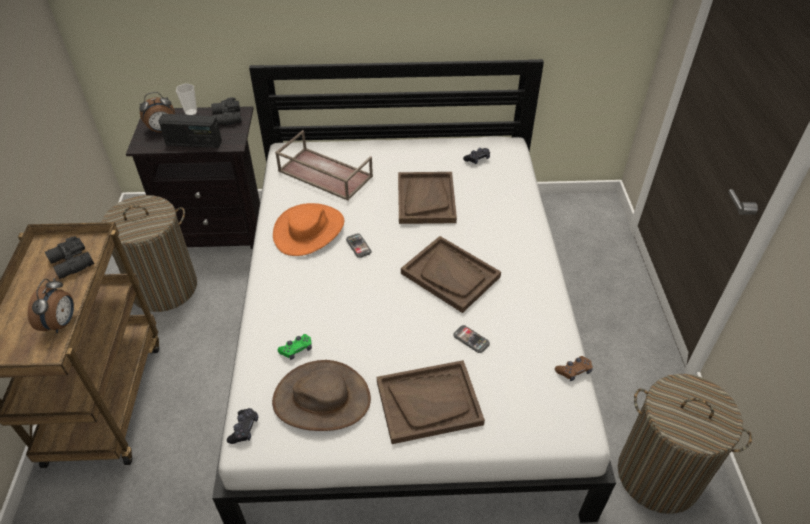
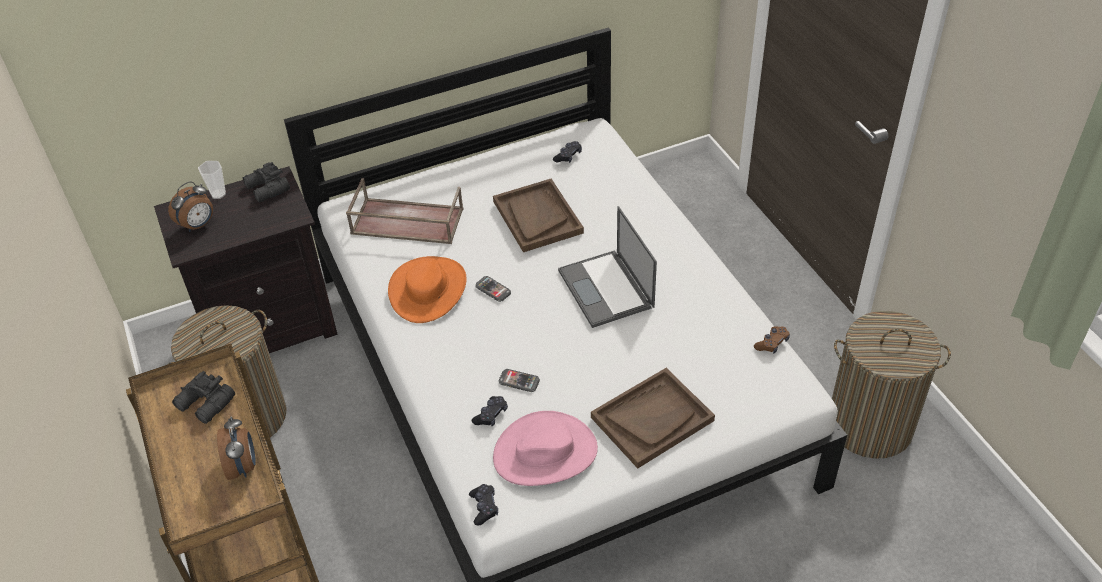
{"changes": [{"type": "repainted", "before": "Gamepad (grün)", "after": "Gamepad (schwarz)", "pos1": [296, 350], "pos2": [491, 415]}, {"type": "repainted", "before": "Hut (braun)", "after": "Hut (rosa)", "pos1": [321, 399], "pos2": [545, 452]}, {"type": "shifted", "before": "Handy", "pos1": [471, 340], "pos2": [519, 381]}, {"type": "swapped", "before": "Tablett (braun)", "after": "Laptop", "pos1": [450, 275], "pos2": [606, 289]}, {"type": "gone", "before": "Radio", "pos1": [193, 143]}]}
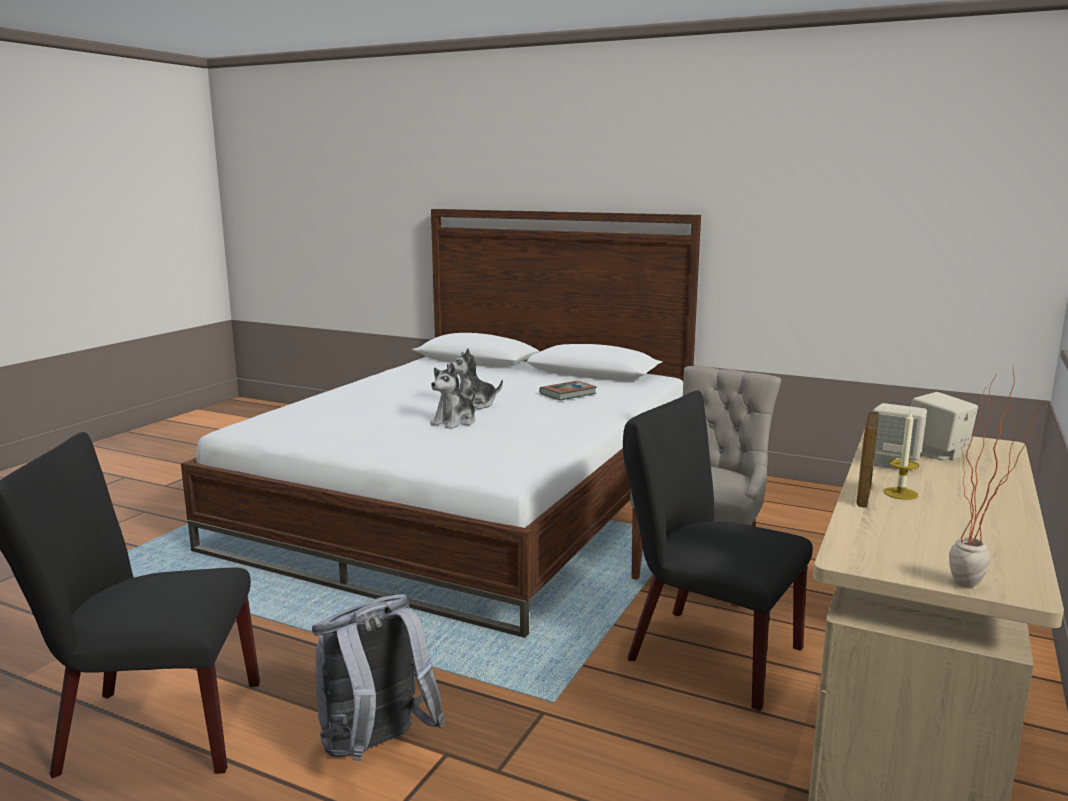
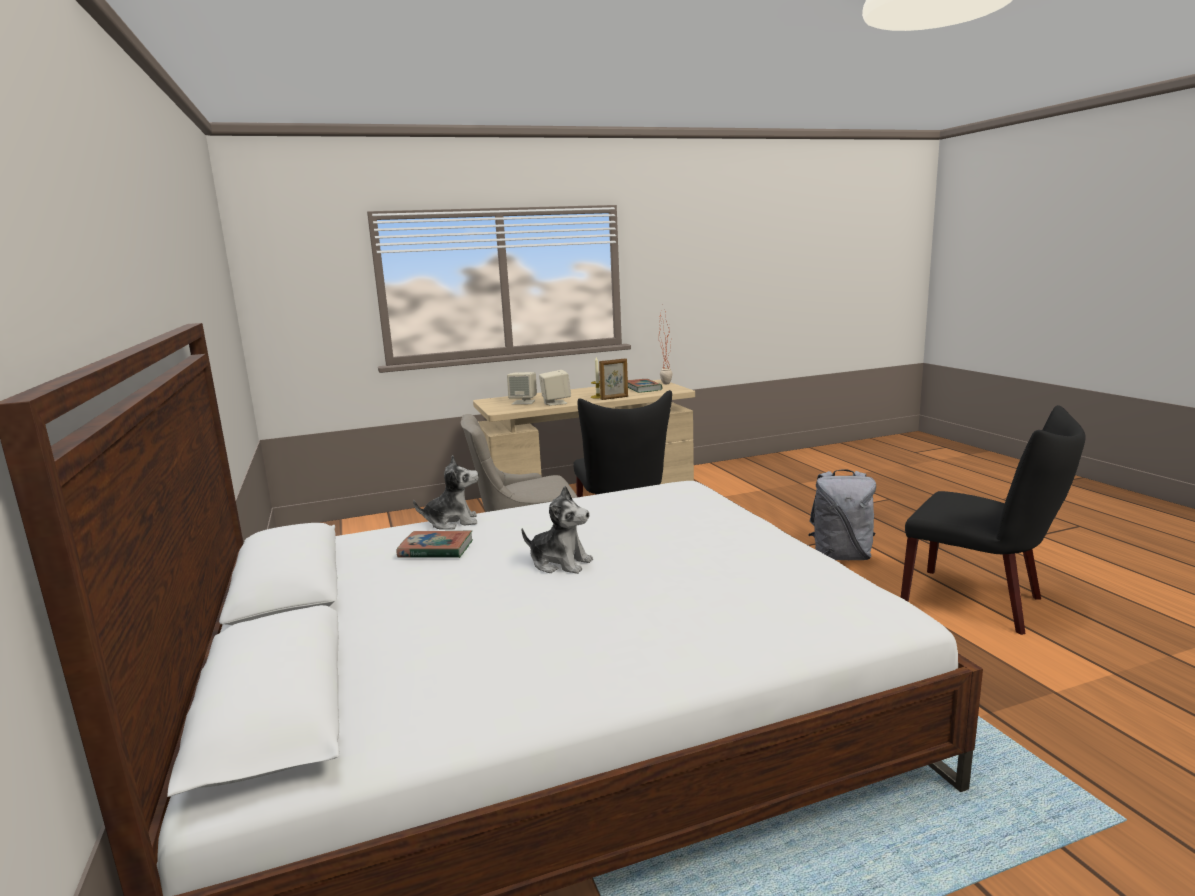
{"changes": [{"type": "shifted", "before": "Plüschtier", "pos1": [455, 422], "pos2": [452, 522]}, {"type": "new", "after": "Buch", "pos2": [643, 388]}]}
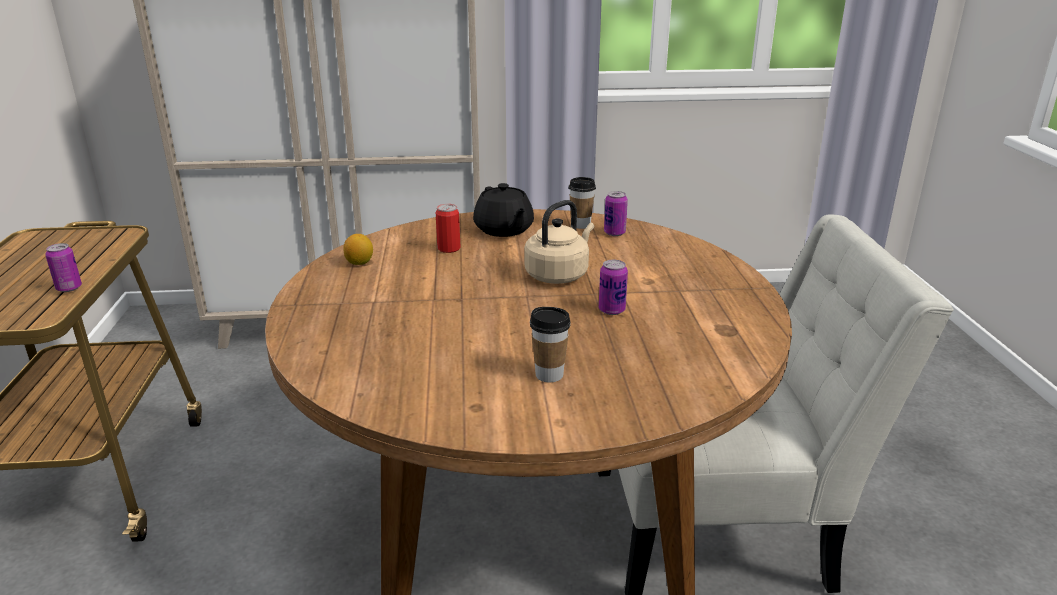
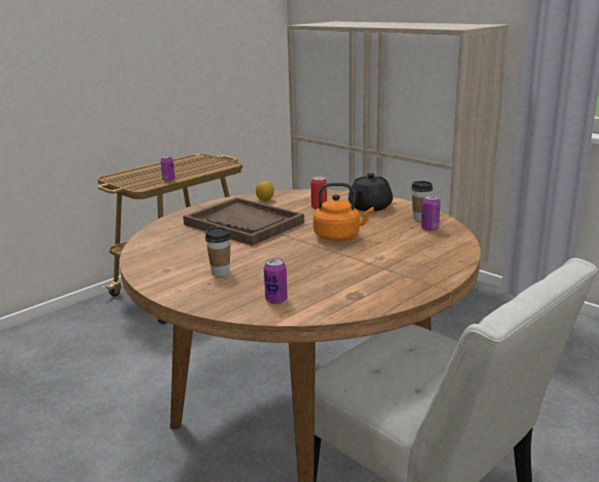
{"changes": [{"type": "new", "after": "Tablett (braun)", "pos2": [244, 224]}, {"type": "shifted", "before": "Dose", "pos1": [611, 310], "pos2": [276, 300]}, {"type": "repainted", "before": "Wasserkessel (beige)", "after": "Wasserkessel (orange)", "pos1": [559, 275], "pos2": [339, 236]}]}
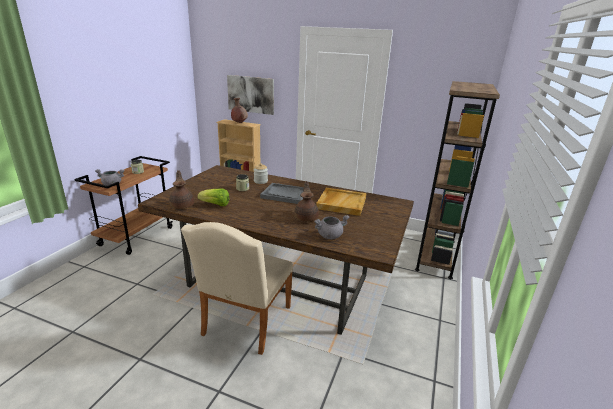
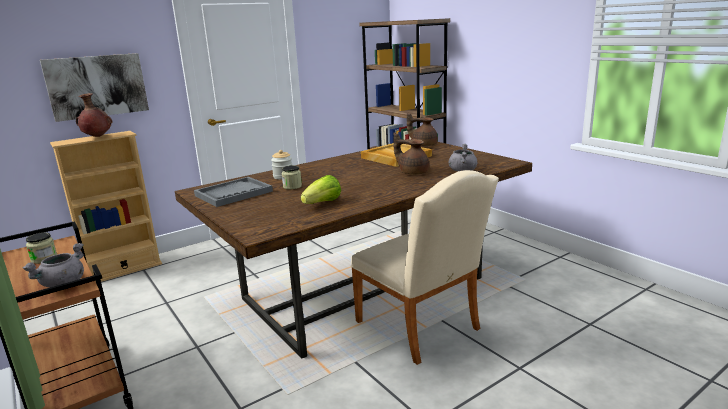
{"changes": [{"type": "shifted", "before": "Tablett (grau)", "pos1": [285, 195], "pos2": [233, 193]}, {"type": "shifted", "before": "Teekanne (braun)", "pos1": [182, 205], "pos2": [423, 145]}]}
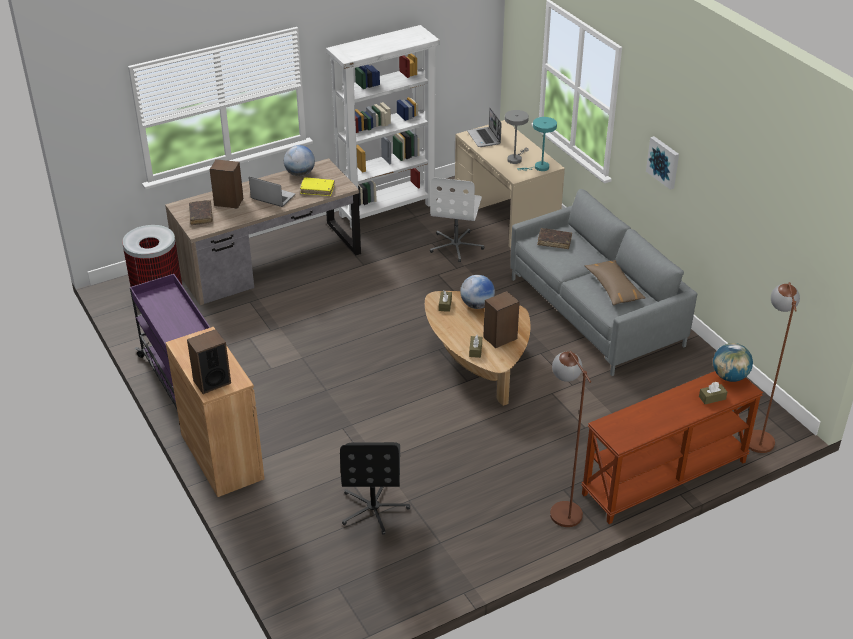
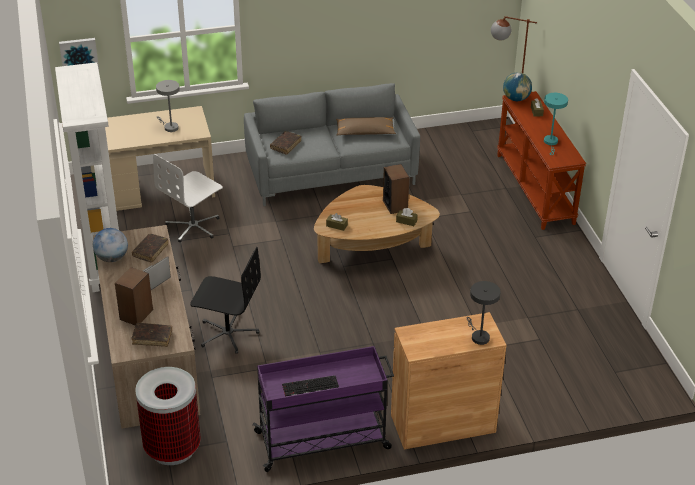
{"changes": [{"type": "shifted", "before": "Bild", "pos1": [664, 162], "pos2": [79, 55]}, {"type": "repainted", "before": "Buch (gelb)", "after": "Buch (braun)", "pos1": [317, 190], "pos2": [150, 251]}, {"type": "rotated", "before": "Bürostuhl (weiß)", "pos1": [456, 246], "pos2": [194, 226], "turn": 105}, {"type": "shifted", "before": "Bürostuhl (schwarz)", "pos1": [374, 508], "pos2": [227, 333]}, {"type": "new", "after": "Tastatur", "pos2": [310, 387]}, {"type": "swapped", "before": "Lautsprecher", "after": "Tischlampe (grau)", "pos1": [212, 382], "pos2": [478, 336]}, {"type": "shifted", "before": "Tischlampe (türkis)", "pos1": [539, 168], "pos2": [551, 143]}, {"type": "gone", "before": "Globus", "pos1": [477, 305]}, {"type": "gone", "before": "Laptop", "pos1": [484, 138]}, {"type": "gone", "before": "Stehlampe (braun)", "pos1": [561, 506]}]}
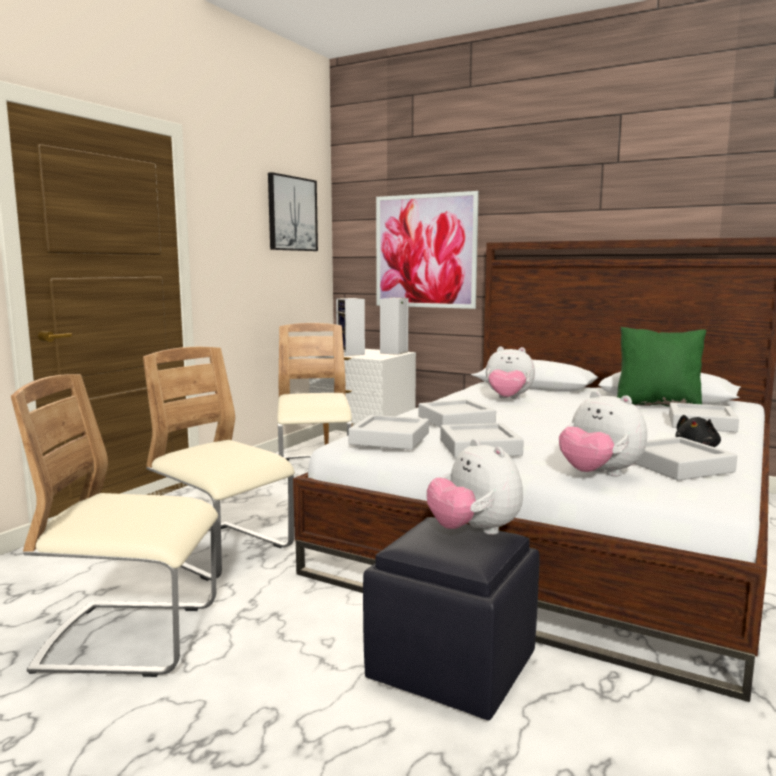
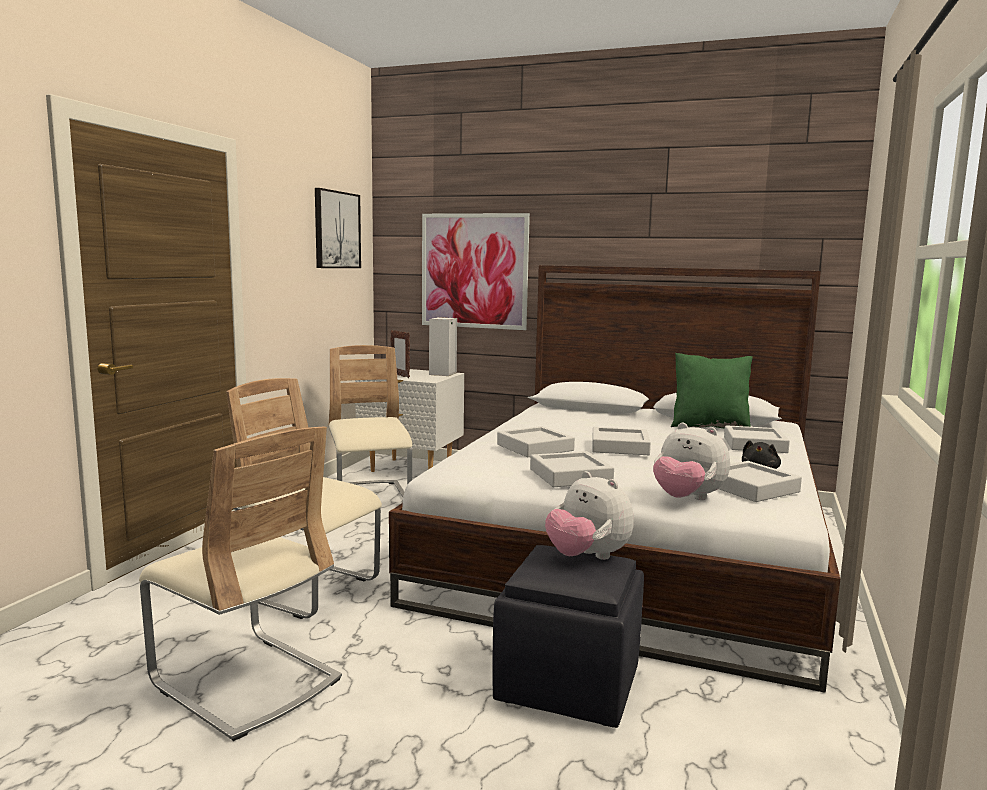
{"changes": [{"type": "rotated", "before": "Stuhl (beige)", "pos1": [131, 638], "pos2": [245, 682], "turn": -135}, {"type": "swapped", "before": "Lautsprecher", "after": "Bilderrahmen", "pos1": [351, 354], "pos2": [400, 376]}, {"type": "shifted", "before": "Tablett (grau)", "pos1": [389, 439], "pos2": [620, 447]}, {"type": "gone", "before": "Plüschtier", "pos1": [508, 399]}]}
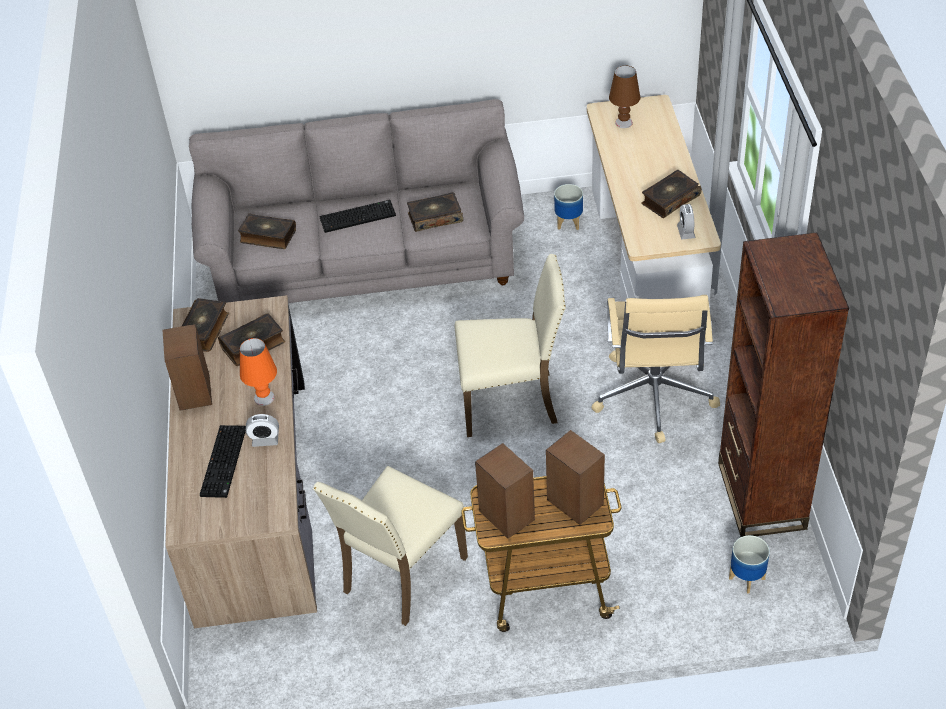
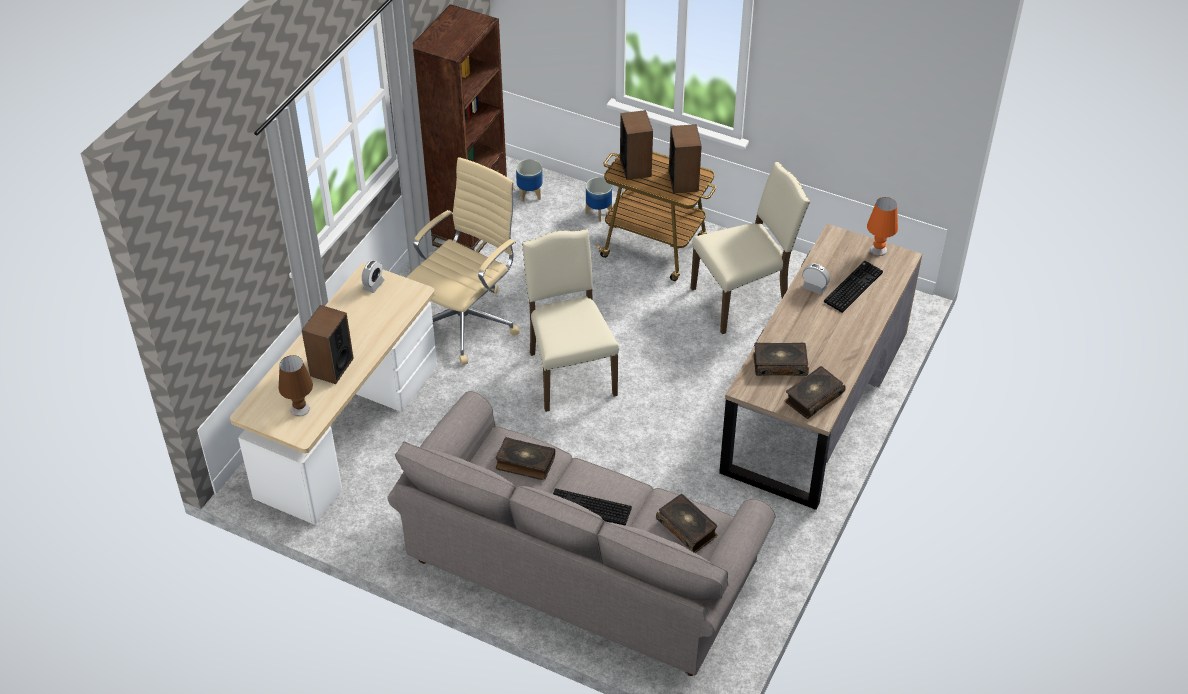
{"changes": [{"type": "shifted", "before": "Lautsprecher", "pos1": [195, 392], "pos2": [331, 367]}, {"type": "rotated", "before": "Stuhl (beige)", "pos1": [511, 401], "pos2": [569, 372], "turn": 45}, {"type": "shifted", "before": "Pflanzkübel", "pos1": [569, 223], "pos2": [598, 212]}, {"type": "shifted", "before": "Tischlampe (orange)", "pos1": [264, 398], "pos2": [878, 249]}, {"type": "gone", "before": "Buch", "pos1": [670, 199]}]}
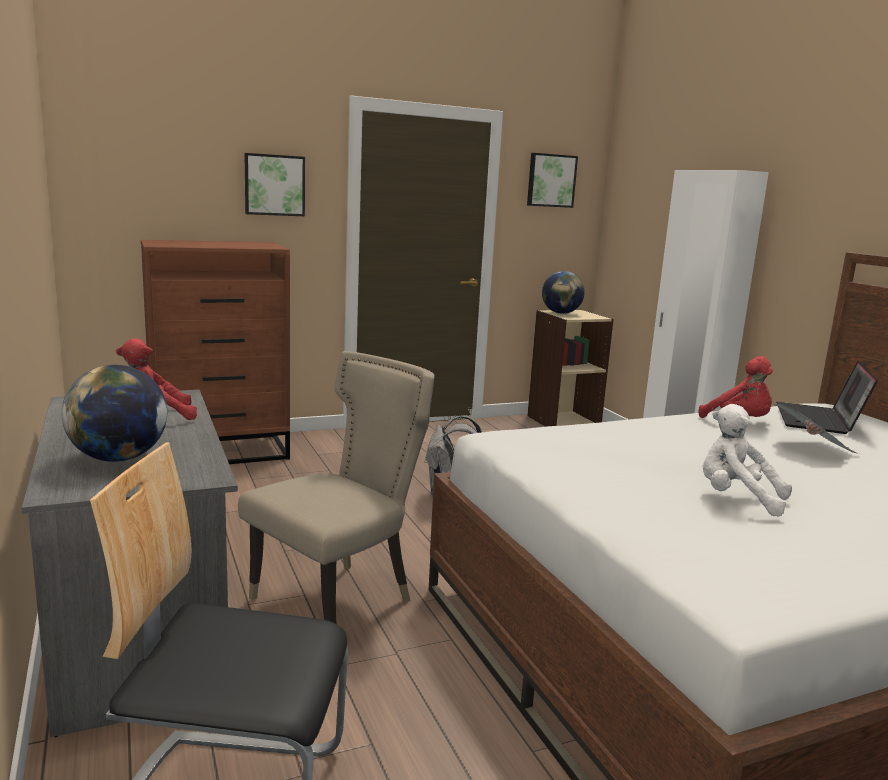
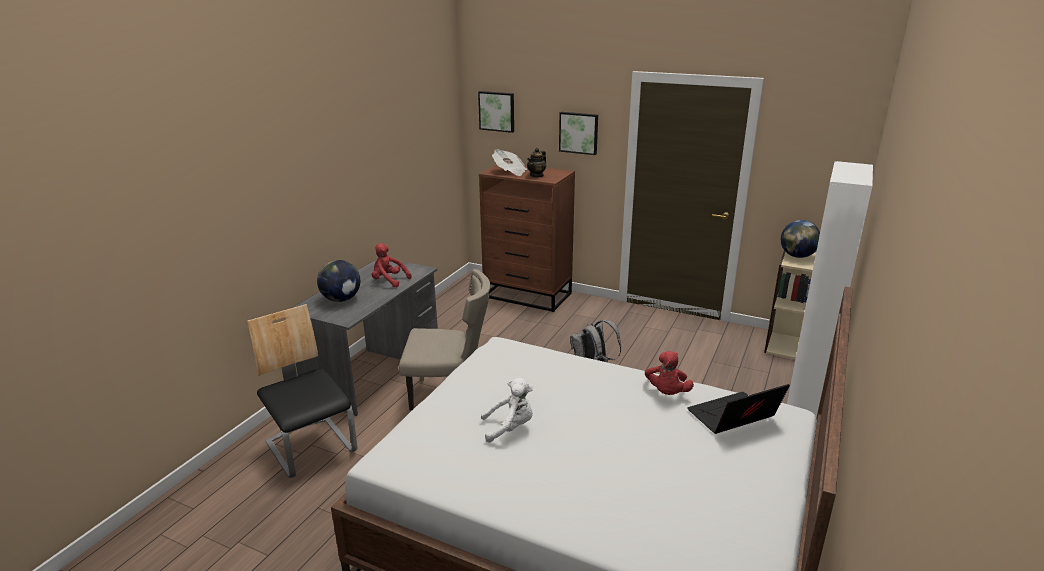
{"changes": [{"type": "shifted", "before": "Bild", "pos1": [550, 180], "pos2": [497, 111]}, {"type": "rotated", "before": "Plüschtier (weiß)", "pos1": [736, 499], "pos2": [510, 428], "turn": 90}, {"type": "shifted", "before": "Zeitung", "pos1": [812, 449], "pos2": [510, 172]}, {"type": "new", "after": "Teekanne", "pos2": [537, 175]}]}
